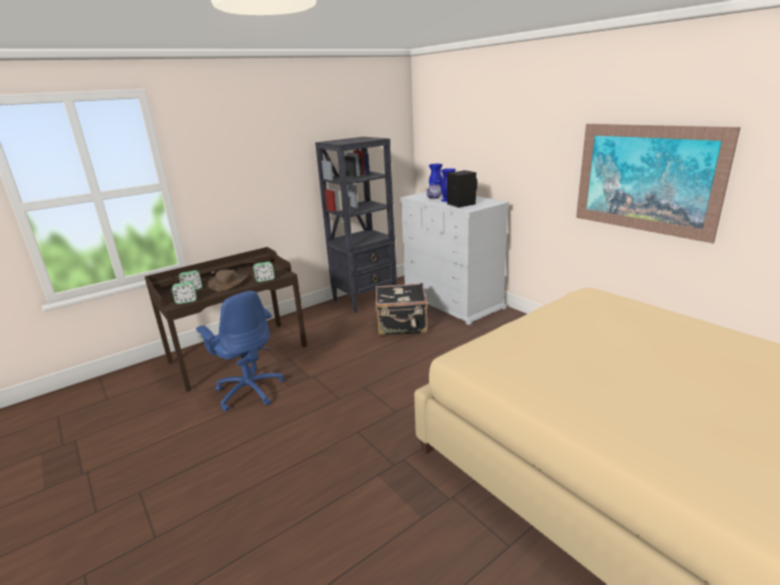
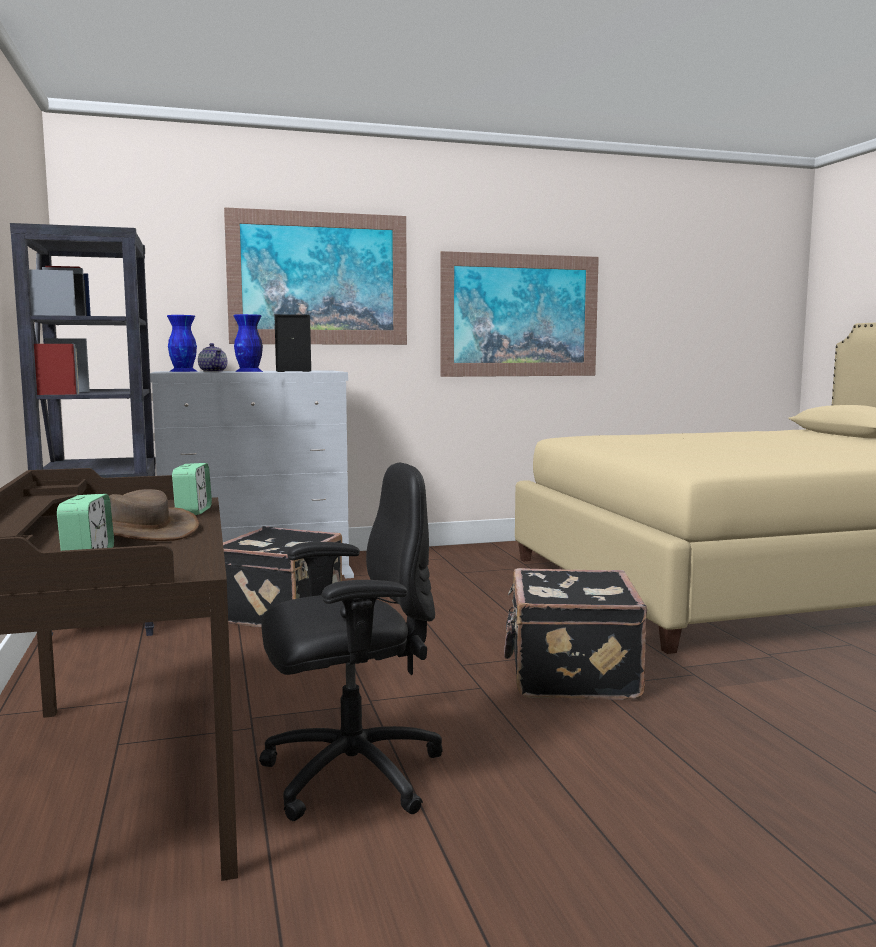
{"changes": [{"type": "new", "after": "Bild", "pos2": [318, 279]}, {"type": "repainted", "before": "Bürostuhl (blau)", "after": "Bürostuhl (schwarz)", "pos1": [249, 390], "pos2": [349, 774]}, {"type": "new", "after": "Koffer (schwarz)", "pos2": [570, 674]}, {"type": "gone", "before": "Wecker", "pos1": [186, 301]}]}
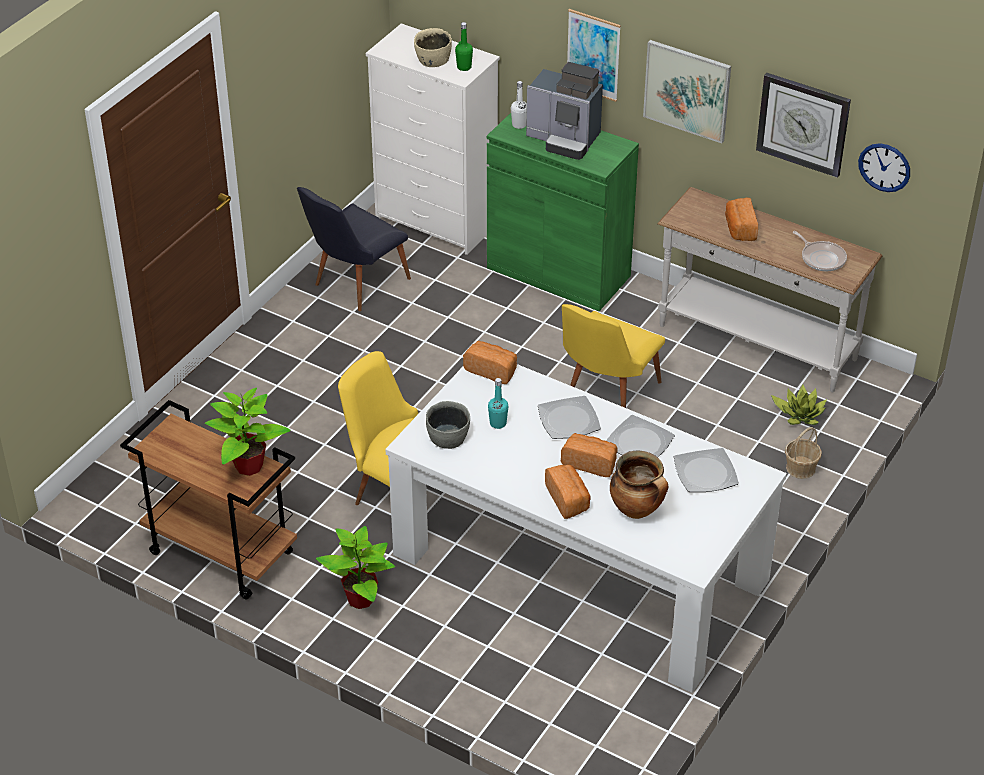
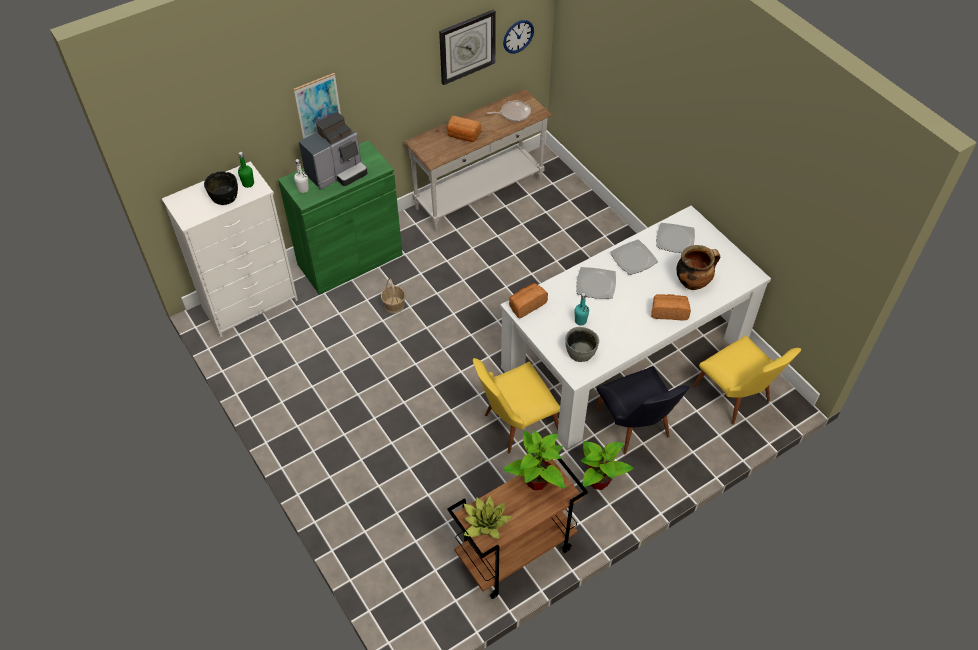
{"changes": [{"type": "repainted", "before": "Schüssel (beige)", "after": "Schüssel (schwarz)", "pos1": [432, 60], "pos2": [224, 197]}, {"type": "shifted", "before": "Korb", "pos1": [801, 468], "pos2": [394, 305]}, {"type": "shifted", "before": "Topfpflanze", "pos1": [799, 414], "pos2": [485, 523]}, {"type": "shifted", "before": "Stuhl (schwarz)", "pos1": [354, 285], "pos2": [635, 429]}, {"type": "shifted", "before": "Stuhl (gelb)", "pos1": [606, 397], "pos2": [736, 399]}, {"type": "gone", "before": "Brot", "pos1": [590, 463]}, {"type": "gone", "before": "Bild", "pos1": [687, 90]}]}
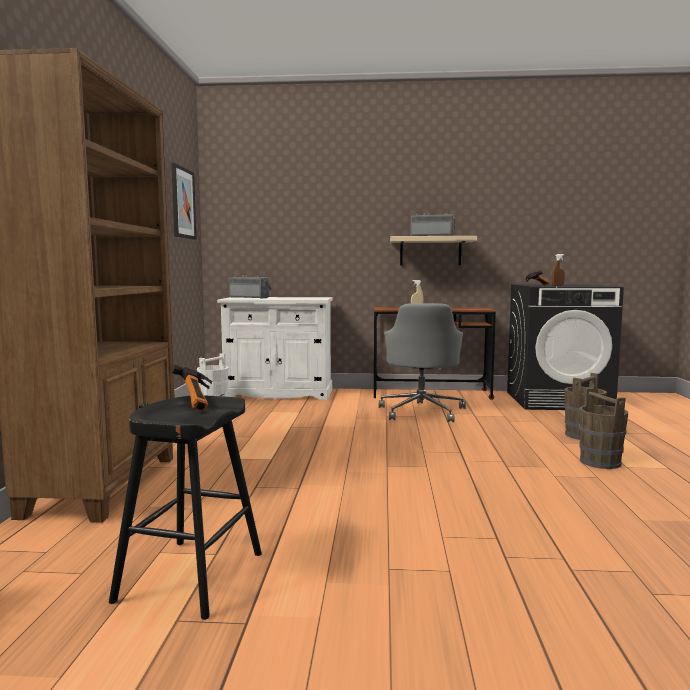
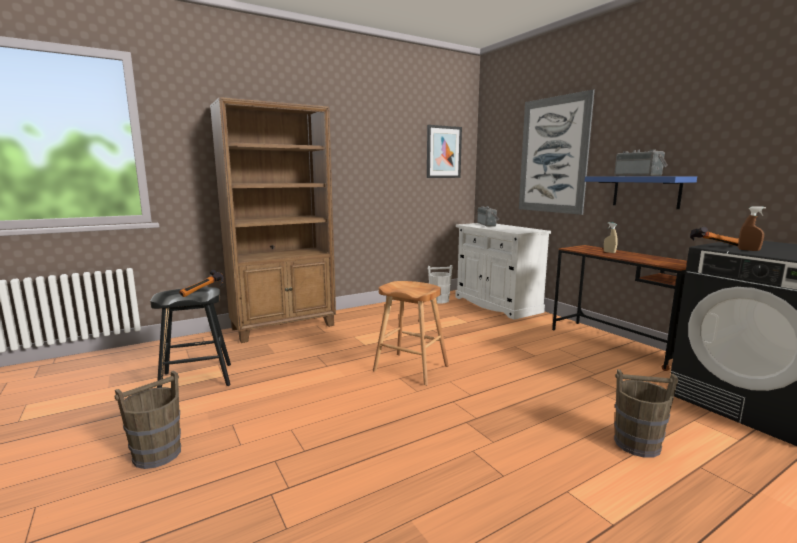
{"changes": [{"type": "shifted", "before": "Eimer (braun)", "pos1": [600, 462], "pos2": [158, 454]}, {"type": "new", "after": "Hocker (braun)", "pos2": [410, 368]}, {"type": "new", "after": "Bild", "pos2": [553, 155]}, {"type": "repainted", "before": "Wandregal (beige)", "after": "Wandregal (blau)", "pos1": [430, 251], "pos2": [646, 191]}, {"type": "gone", "before": "Bürostuhl (grau)", "pos1": [422, 411]}]}
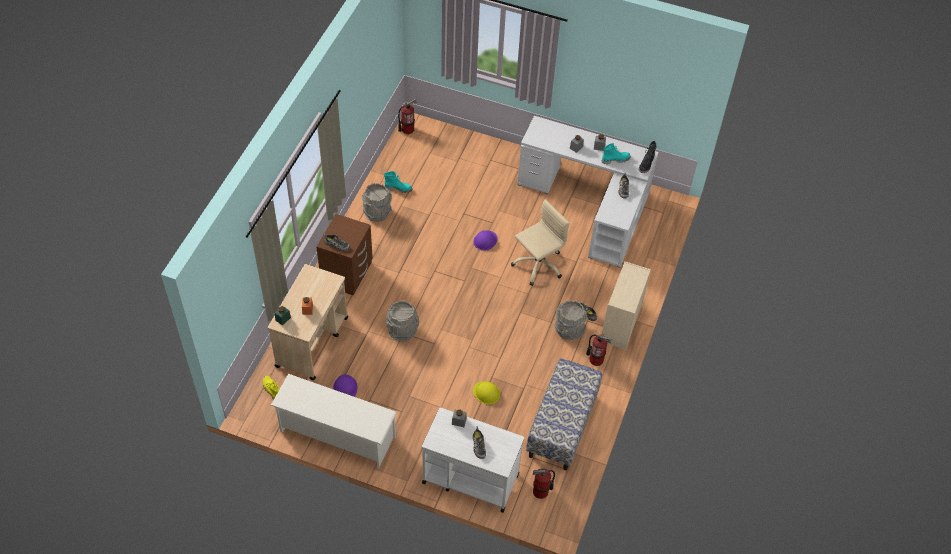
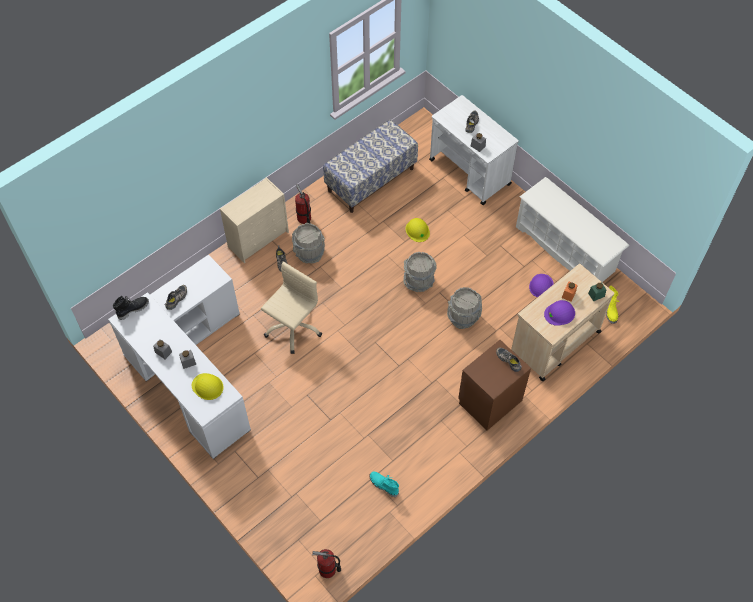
{"changes": [{"type": "new", "after": "Schutzhelm (gelb)", "pos2": [207, 386]}, {"type": "rotated", "before": "Bürostuhl (beige)", "pos1": [538, 264], "pos2": [293, 327], "turn": 135}, {"type": "shifted", "before": "Eimer (grau)", "pos1": [377, 213], "pos2": [419, 281]}, {"type": "shifted", "before": "Schutzhelm (lila)", "pos1": [485, 240], "pos2": [559, 313]}, {"type": "gone", "before": "Feuerlöscher", "pos1": [540, 492]}, {"type": "gone", "before": "Stiefel (türkis)", "pos1": [615, 159]}]}
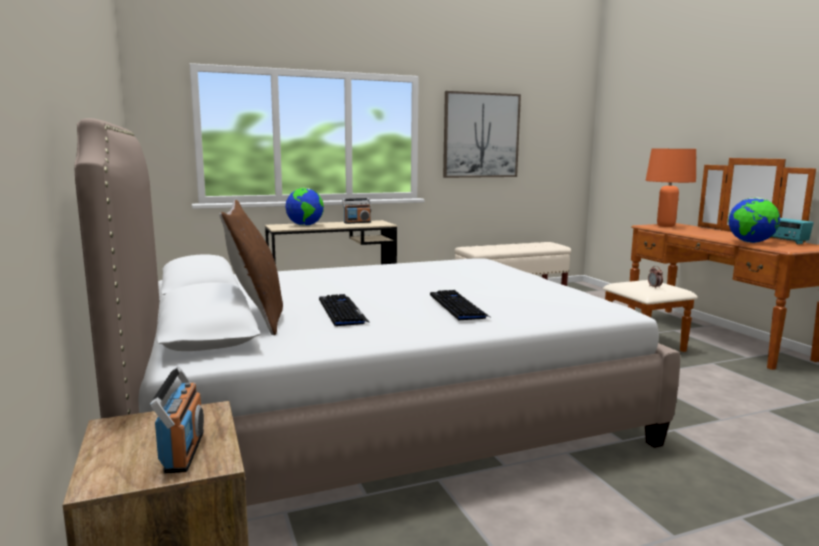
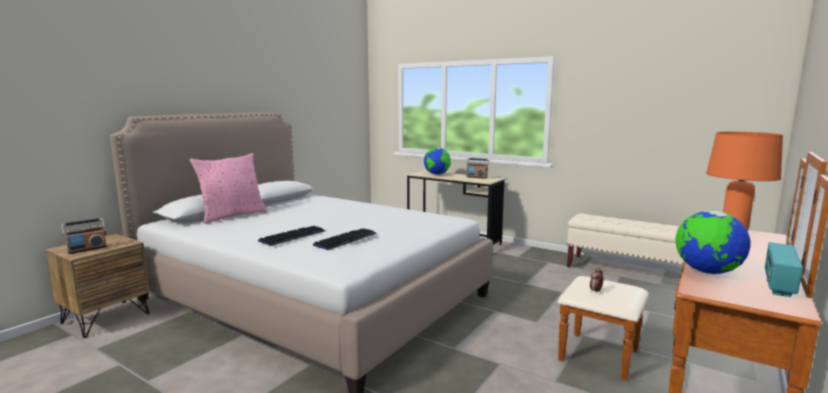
{"changes": [{"type": "repainted", "before": "Kissen (braun)", "after": "Kissen (rosa)", "pos1": [256, 318], "pos2": [232, 216]}, {"type": "shifted", "before": "Tastatur", "pos1": [341, 311], "pos2": [346, 240]}, {"type": "gone", "before": "Bild", "pos1": [481, 135]}]}
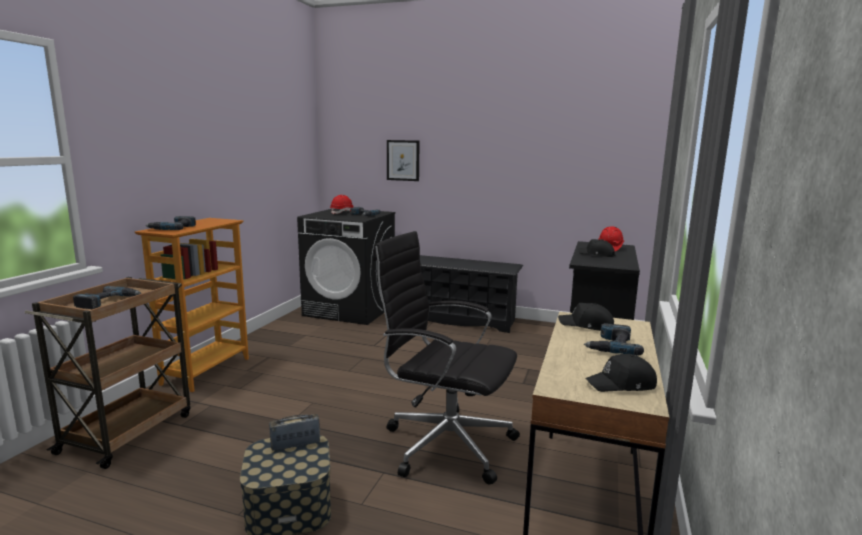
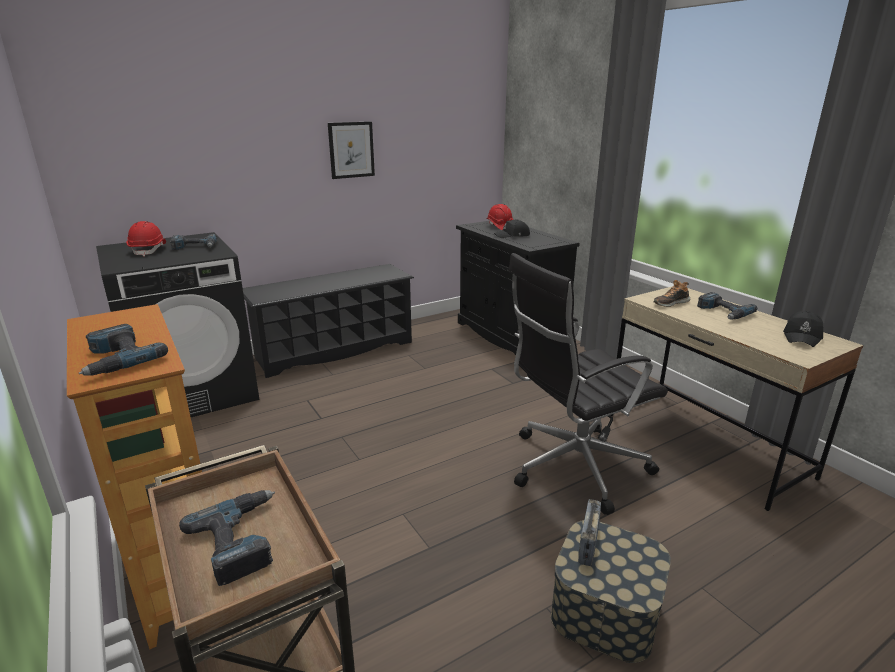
{"changes": [{"type": "shifted", "before": "Bild", "pos1": [403, 160], "pos2": [351, 150]}, {"type": "swapped", "before": "Kappe (schwarz)", "after": "Schuh", "pos1": [586, 325], "pos2": [670, 303]}]}
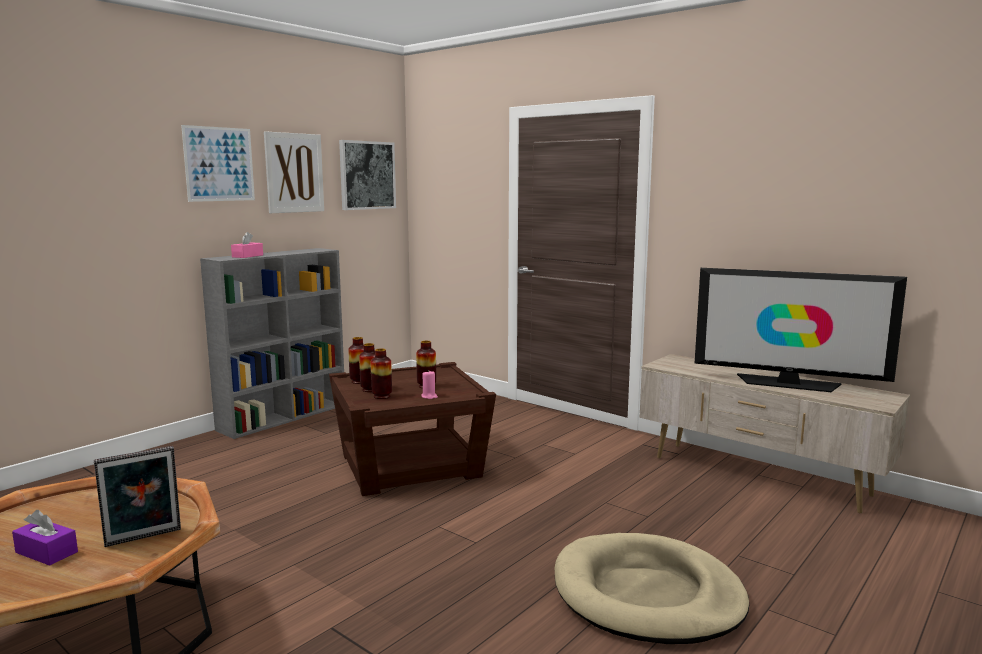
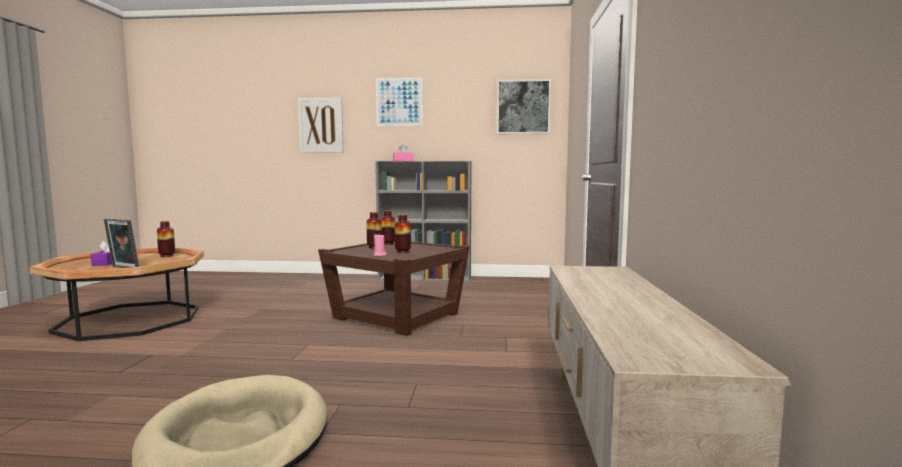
{"changes": [{"type": "shifted", "before": "Vase", "pos1": [382, 396], "pos2": [167, 256]}, {"type": "shifted", "before": "Bild", "pos1": [294, 173], "pos2": [321, 125]}, {"type": "gone", "before": "Fernseher", "pos1": [788, 383]}]}
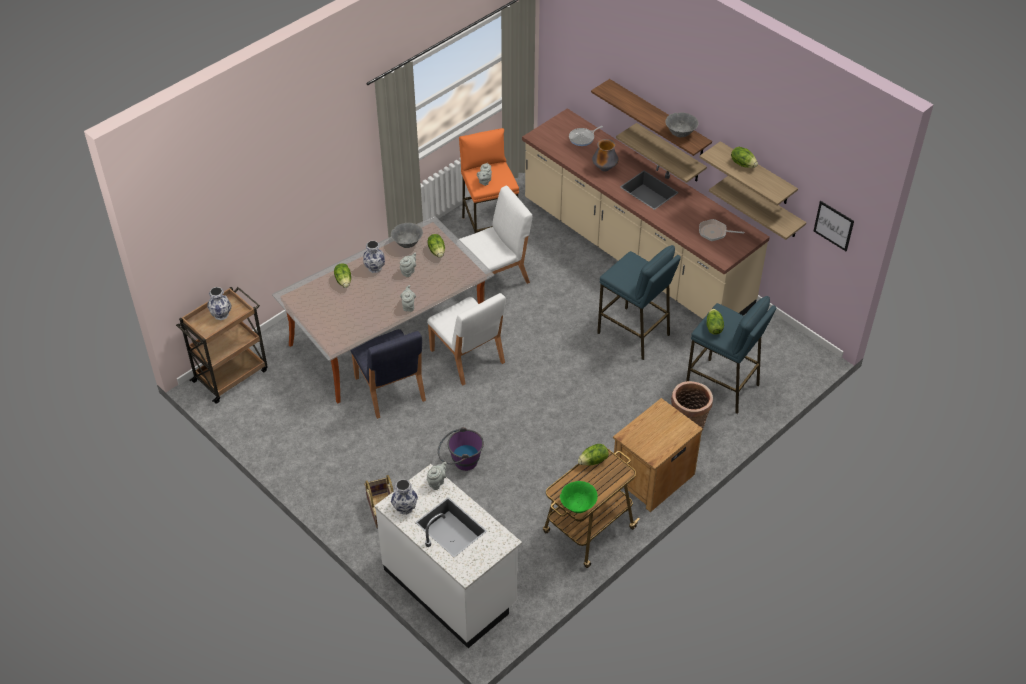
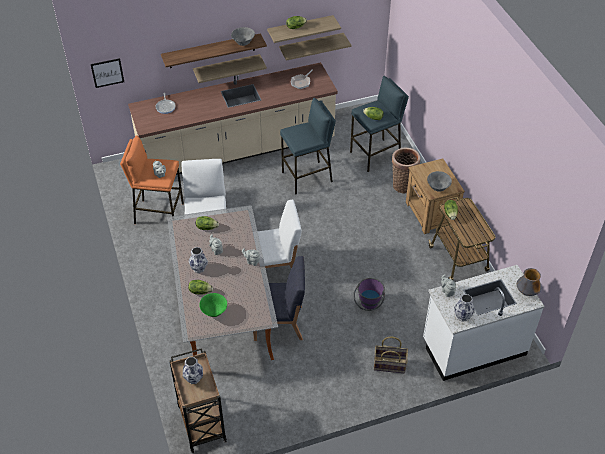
{"changes": [{"type": "shifted", "before": "Bild", "pos1": [833, 225], "pos2": [107, 73]}, {"type": "shifted", "before": "Schüssel (grün)", "pos1": [578, 506], "pos2": [214, 312]}, {"type": "shifted", "before": "Schüssel (grau)", "pos1": [407, 244], "pos2": [438, 188]}, {"type": "shifted", "before": "Vase", "pos1": [604, 168], "pos2": [526, 292]}]}
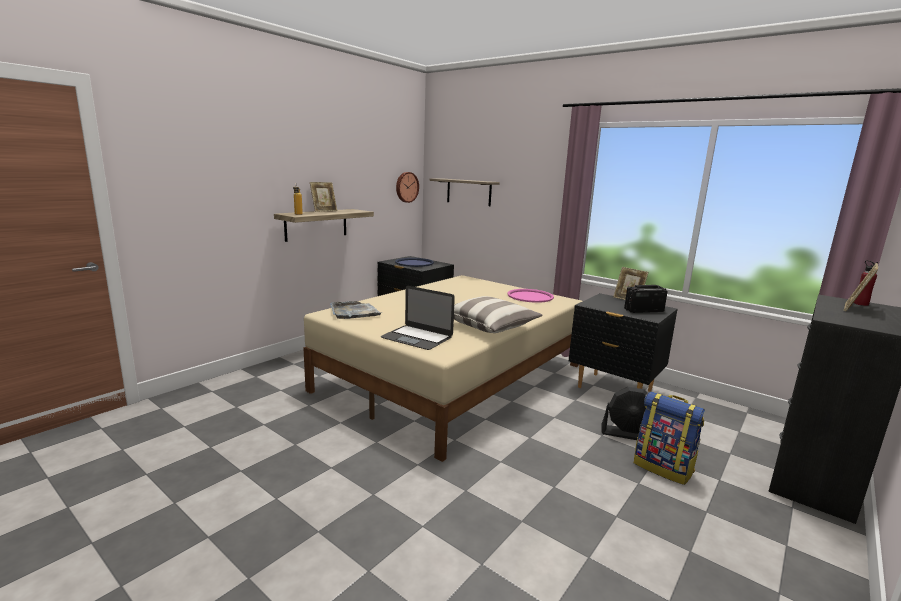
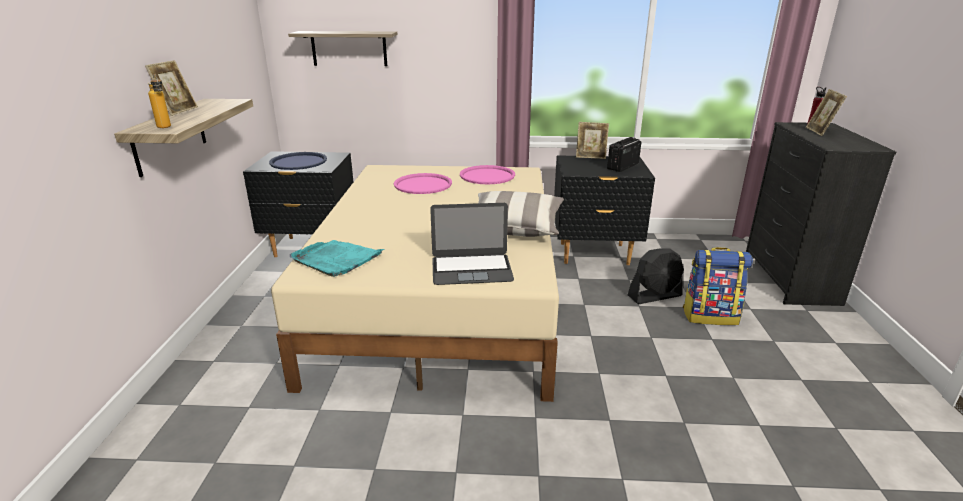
{"changes": [{"type": "repainted", "before": "Tablett (grau)", "after": "Tablett (türkis)", "pos1": [354, 312], "pos2": [336, 259]}, {"type": "new", "after": "Tablett (rosa)", "pos2": [423, 184]}, {"type": "gone", "before": "Wanduhr", "pos1": [406, 187]}]}
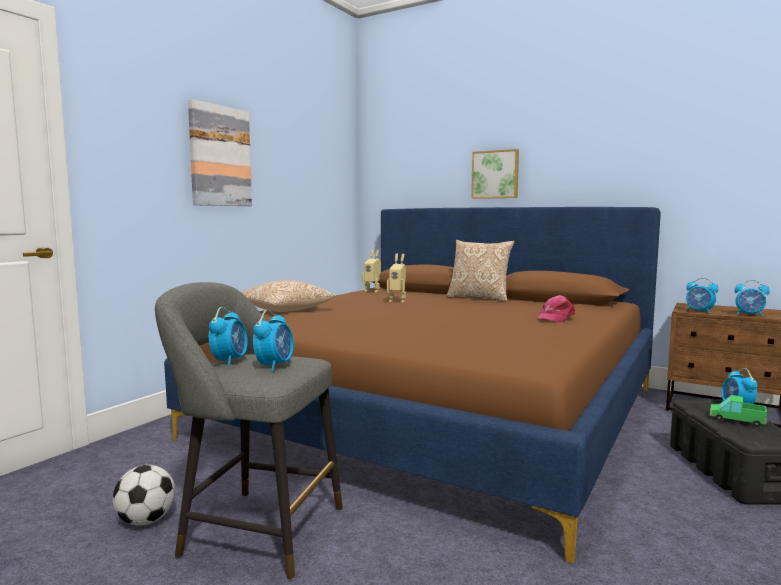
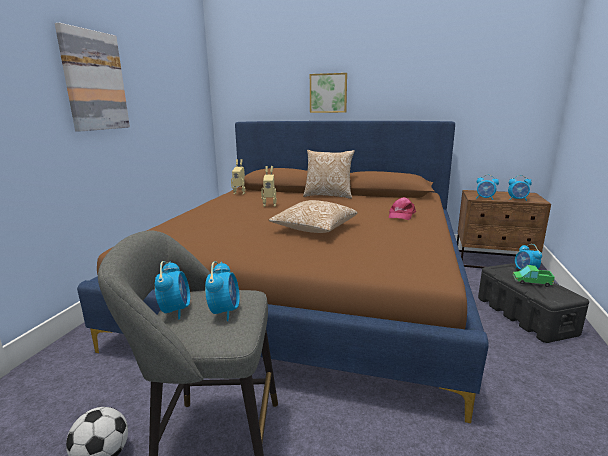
{"changes": [{"type": "shifted", "before": "Kissen", "pos1": [283, 311], "pos2": [314, 229]}]}
